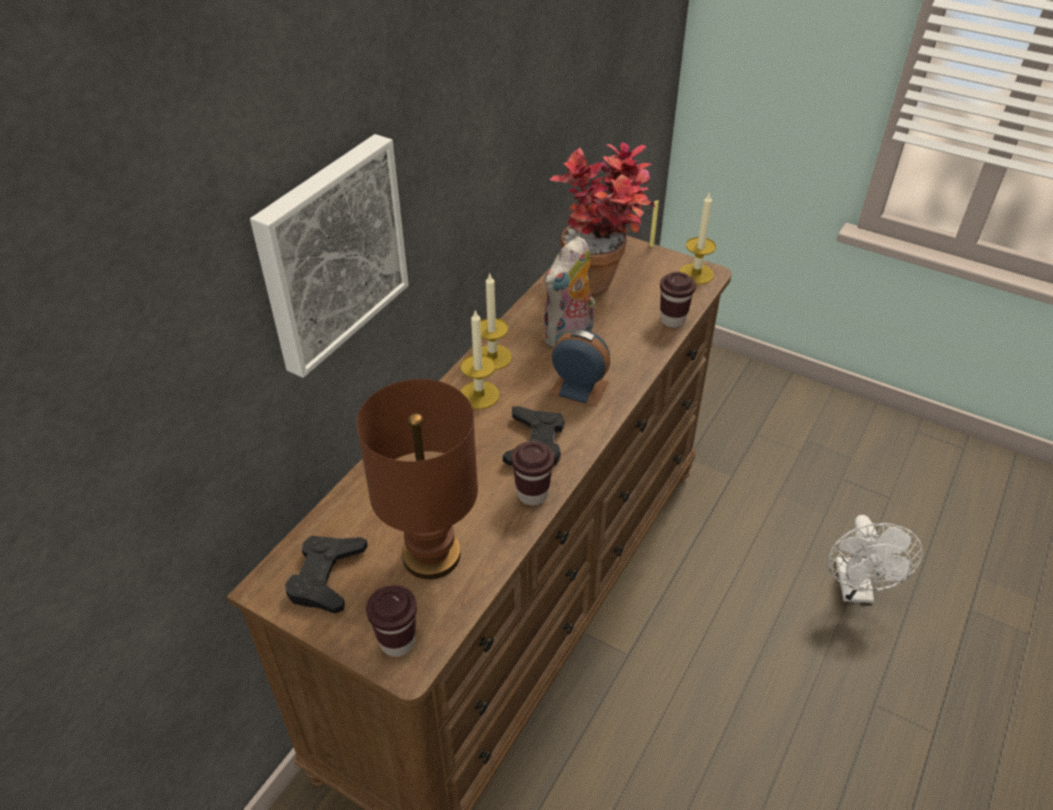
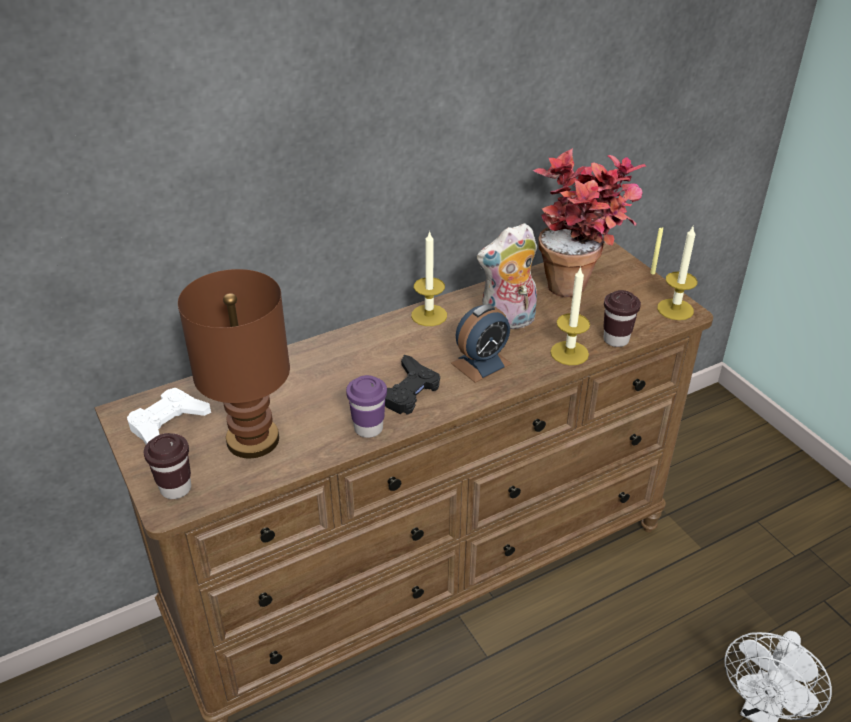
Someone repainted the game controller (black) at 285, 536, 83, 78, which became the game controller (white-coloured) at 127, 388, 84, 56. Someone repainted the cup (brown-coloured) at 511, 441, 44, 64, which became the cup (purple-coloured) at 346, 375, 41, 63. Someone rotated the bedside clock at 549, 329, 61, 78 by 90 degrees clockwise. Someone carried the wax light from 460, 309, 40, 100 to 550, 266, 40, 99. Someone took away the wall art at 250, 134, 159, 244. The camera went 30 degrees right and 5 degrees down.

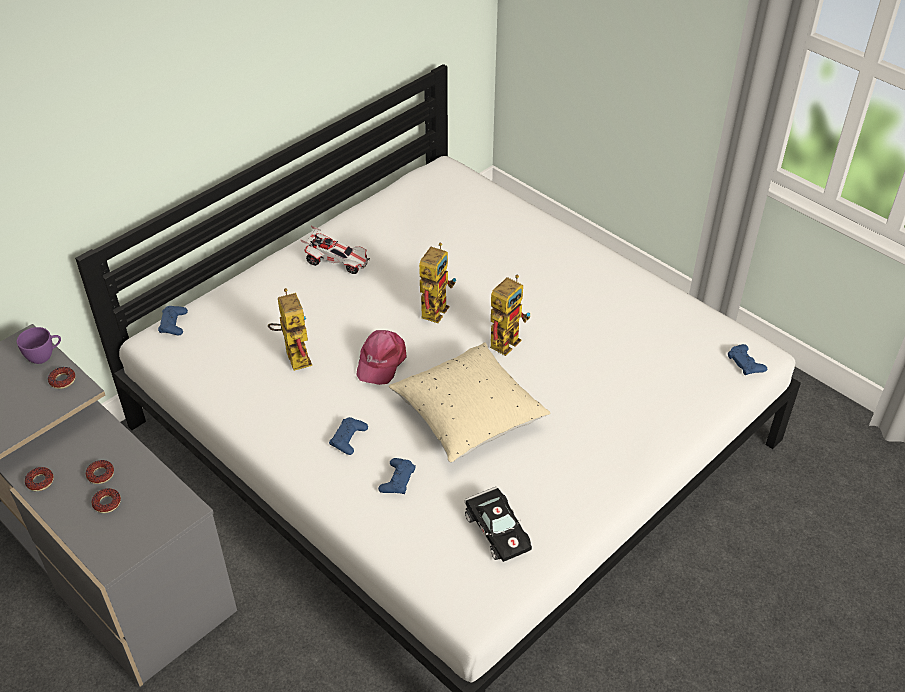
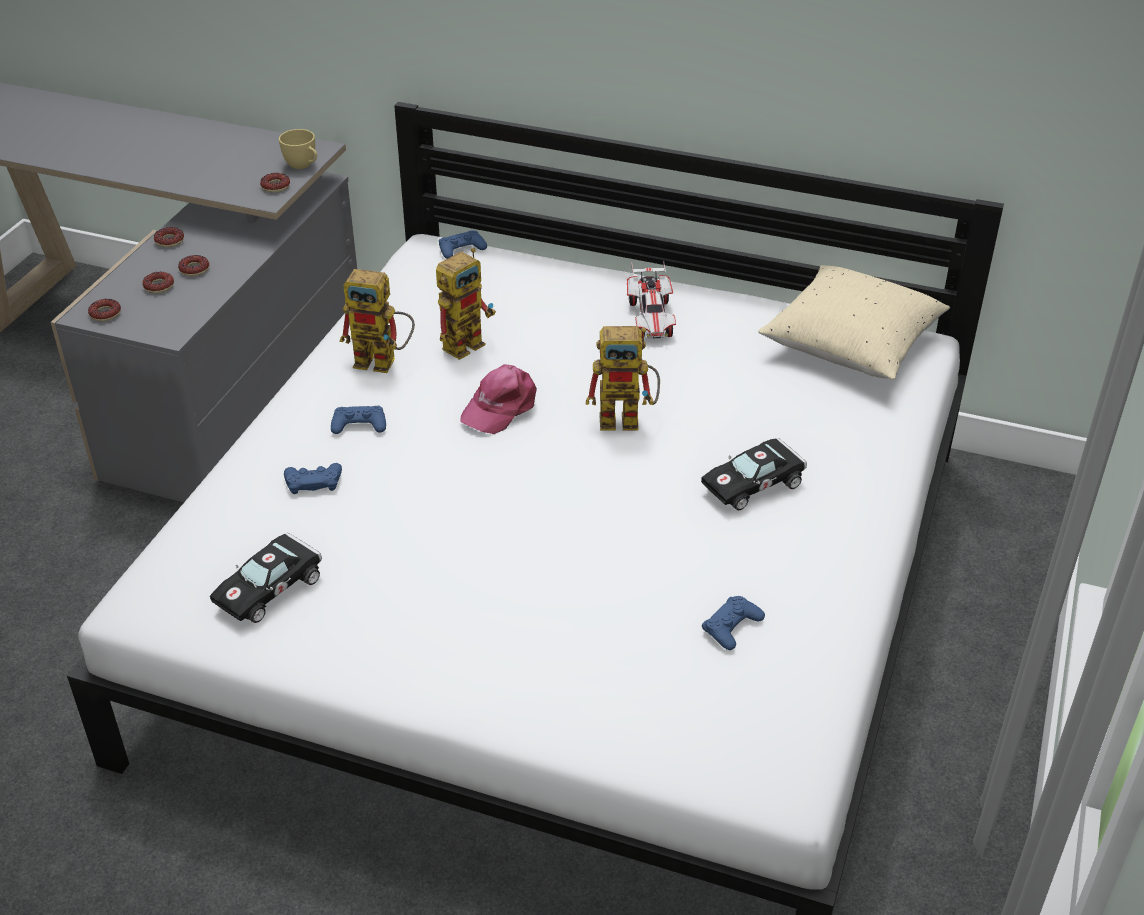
Someone put down the ring doughnut at 88, 299, 33, 22. Someone repainted the cup (purple-coloured) at 17, 327, 44, 37, which became the cup (yellowish) at 279, 129, 38, 40. Someone carried the robot figure from 490, 275, 40, 81 to 340, 269, 75, 104. Someone rotated the baseball cap (pink) at 356, 330, 51, 55 by 45 degrees counterclockwise. Someone put down the model car (black) at 701, 438, 106, 72. Someone carried the game controller (blue) from 728, 344, 39, 31 to 702, 596, 63, 54. Someone carried the pillow (beige) from 389, 343, 161, 120 to 758, 265, 192, 115. The camera went 65 degrees right and 5 degrees down.

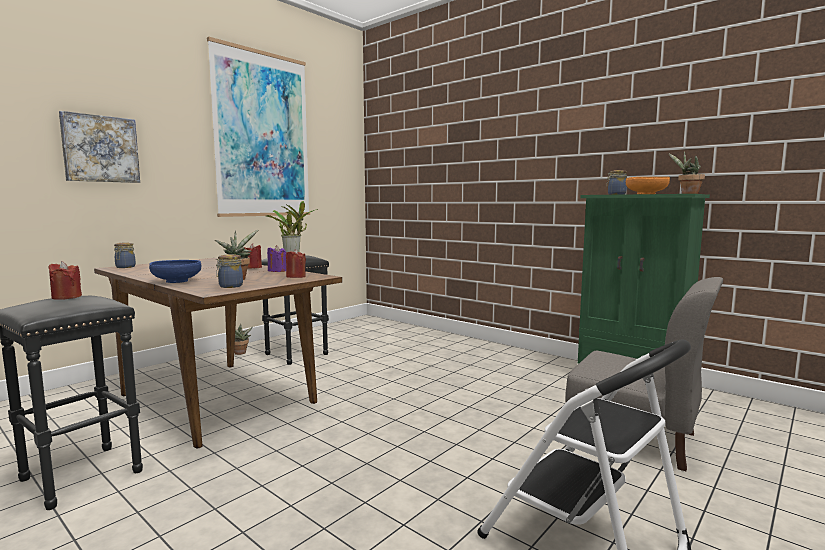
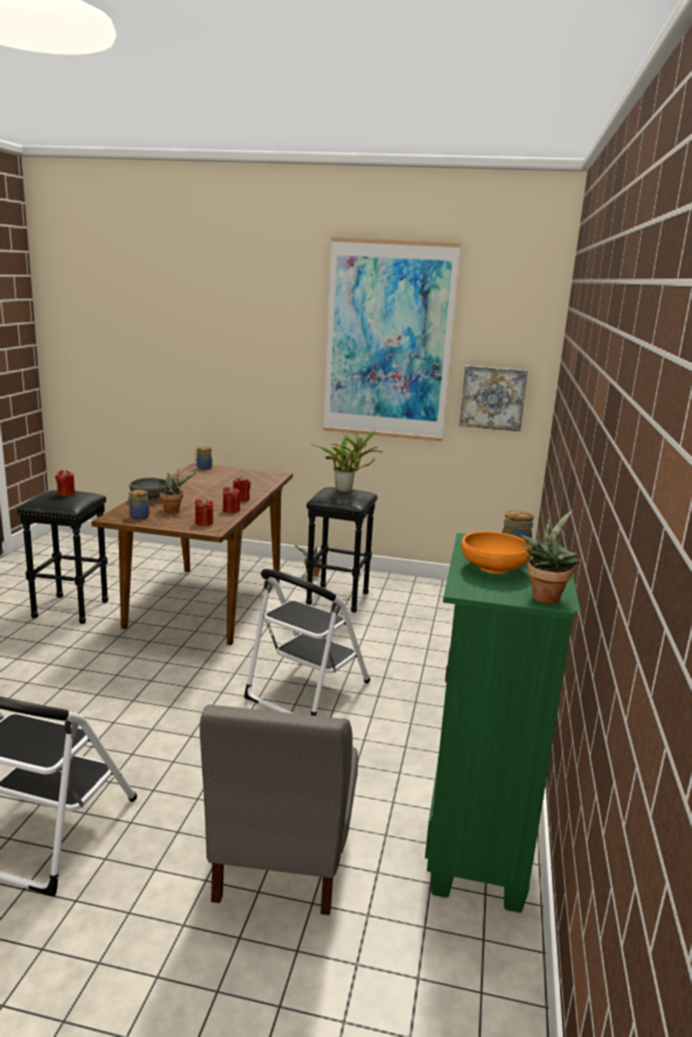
Someone repainted the serving bowl (blue) at 149, 260, 52, 23, which became the serving bowl (gray) at 130, 478, 37, 23. Someone repainted the wax light (purple-coloured) at 267, 245, 19, 27, which became the wax light (red) at 223, 487, 17, 26. Someone put down the step ladder at 244, 569, 126, 147. Someone carried the wall art from 59, 111, 81, 72 to 459, 366, 69, 66. The camera went 60 degrees right and 10 degrees up.

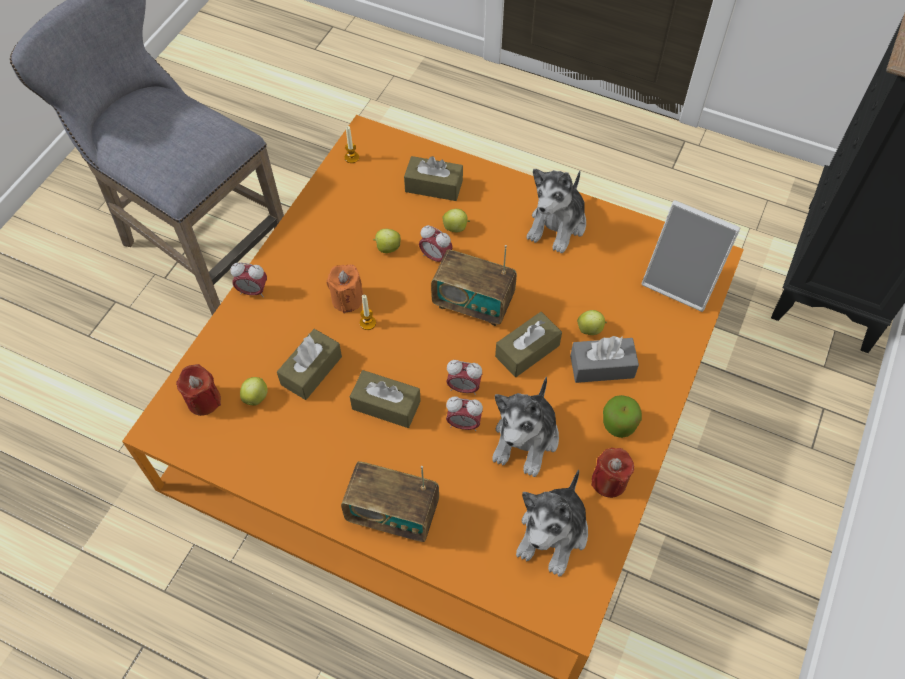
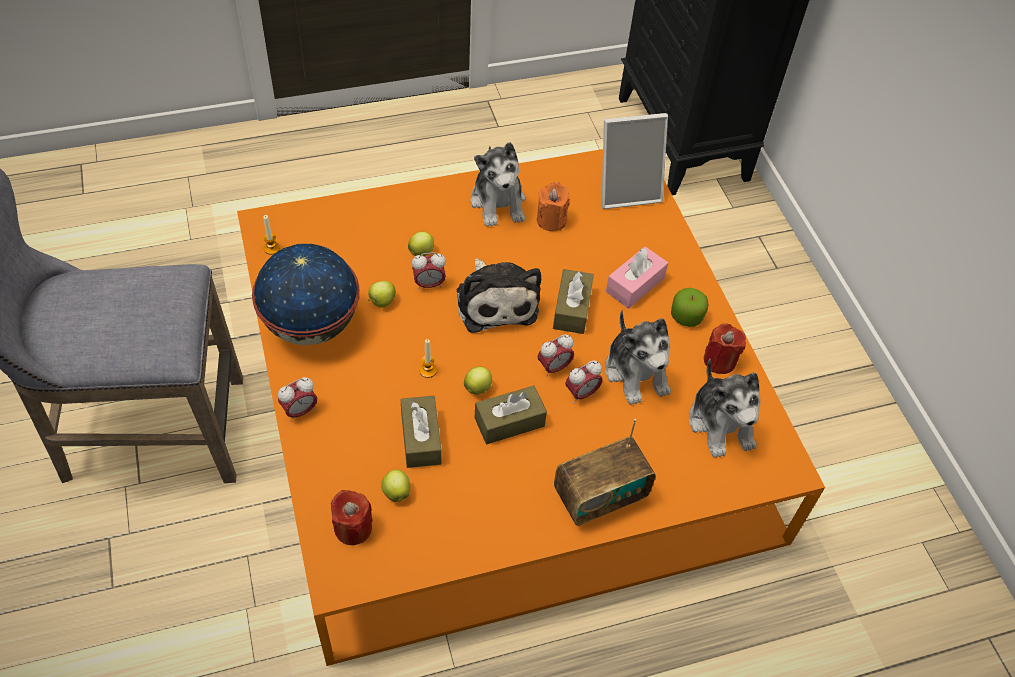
Someone put down the world globe at 252, 244, 108, 101. Someone swapped the radio set at 431, 245, 86, 81 for the plush toy at 456, 259, 85, 74. Someone carried the whole apple from 577, 310, 30, 25 to 464, 367, 28, 28. Someone carried the wax light (orangey) from 327, 264, 36, 49 to 537, 182, 33, 49. Someone repainted the tissue holder (gray) at 570, 336, 69, 47, which became the tissue holder (pink) at 606, 246, 62, 63. Someone took away the tissue holder (brown-coloured) at 404, 156, 59, 45. The camera went 45 degrees left and 5 degrees down.

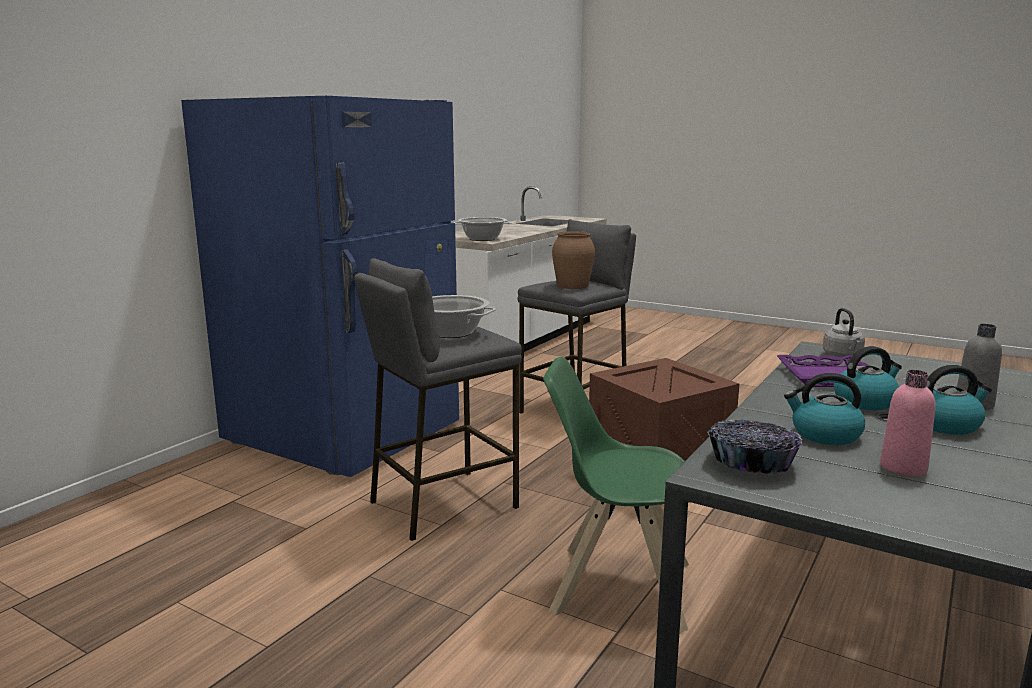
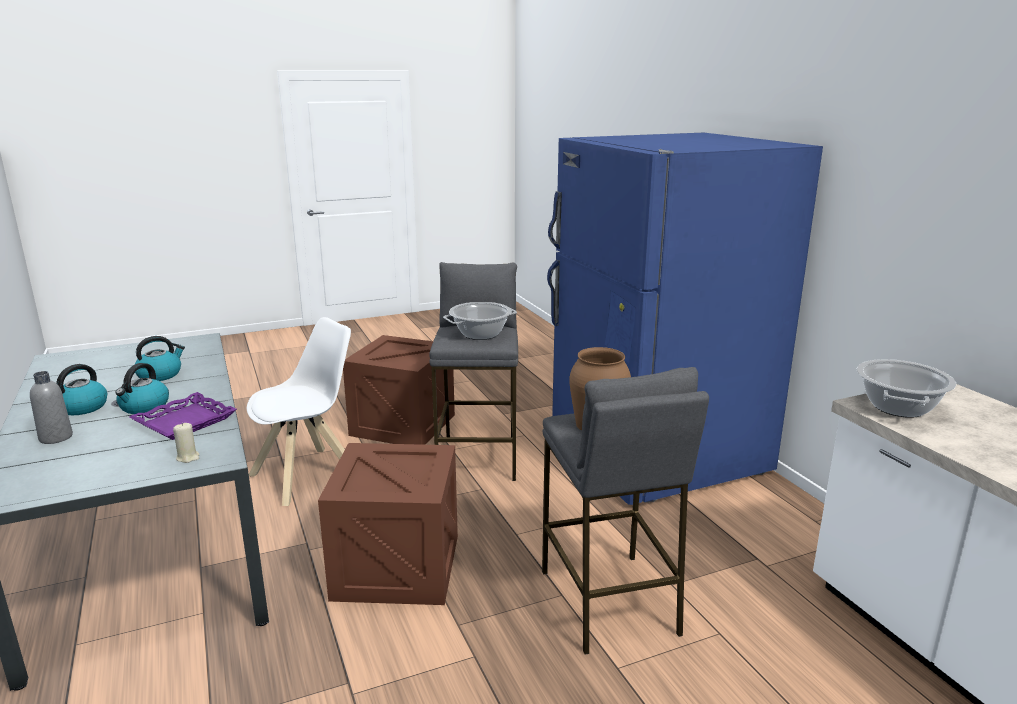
Someone swapped the water kettle (gray) at 823, 308, 42, 49 for the wax light (beige) at 173, 423, 27, 40. Someone repainted the upright chair (green-coloured) at 543, 357, 146, 276, which became the upright chair (white-coloured) at 247, 317, 104, 189. Someone put down the crate at 343, 335, 112, 110. Someone took away the serving bowl at 707, 419, 95, 55. Someone took away the drink bottle (pink) at 880, 370, 55, 107. The camera went 125 degrees right and 5 degrees up.

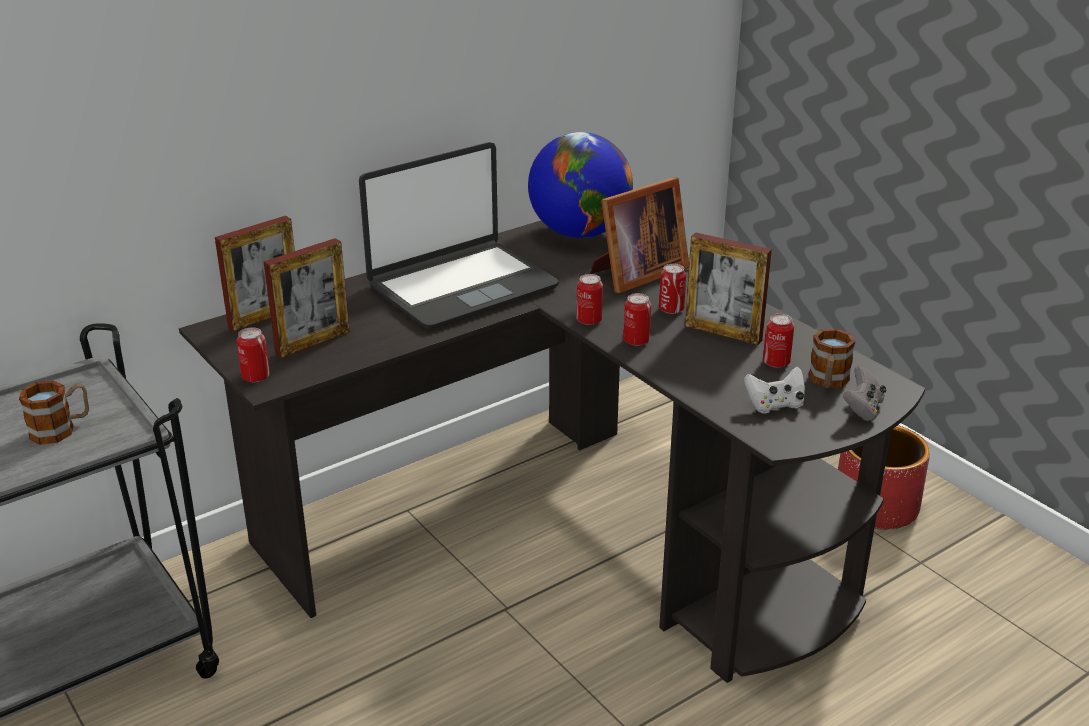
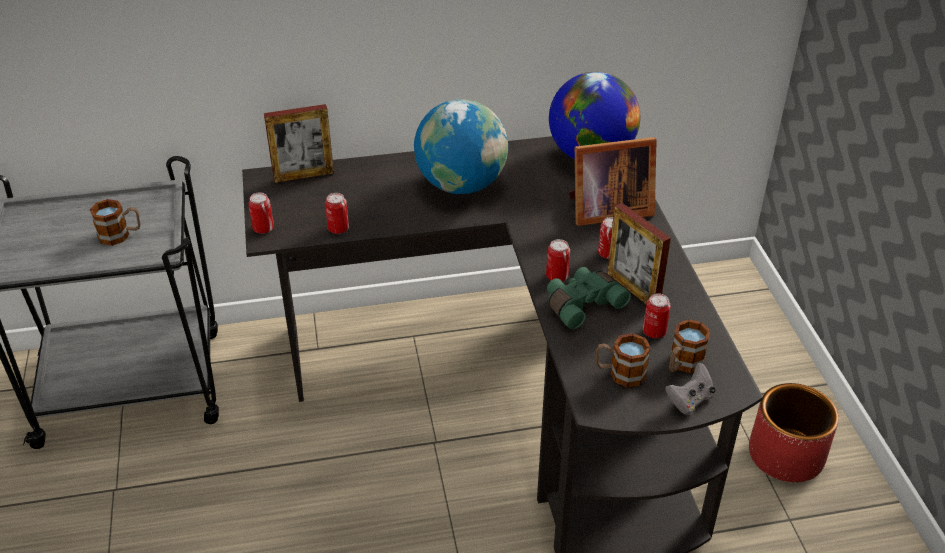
Someone carried the metal can from 576, 274, 27, 51 to 325, 193, 24, 41. Someone swapped the portable computer at 359, 142, 200, 187 for the world globe at 414, 99, 94, 95. Someone put down the field glasses (green-coloured) at 547, 267, 84, 62. Someone swapped the game controller (white-coloured) at 744, 366, 61, 48 for the mug at 596, 333, 55, 55. Someone took away the picture frame at 263, 238, 87, 120. The camera went 25 degrees right and 10 degrees up.

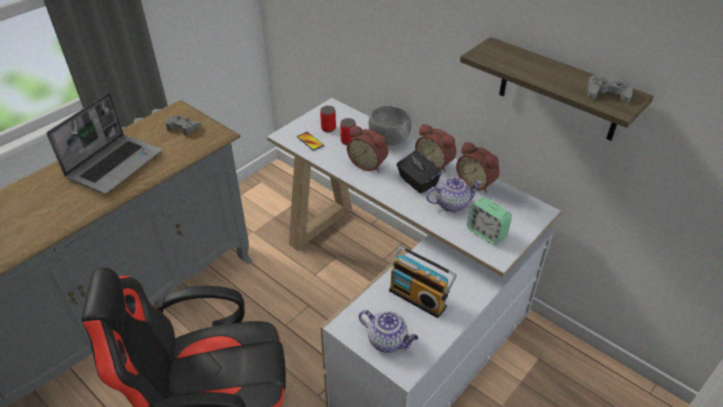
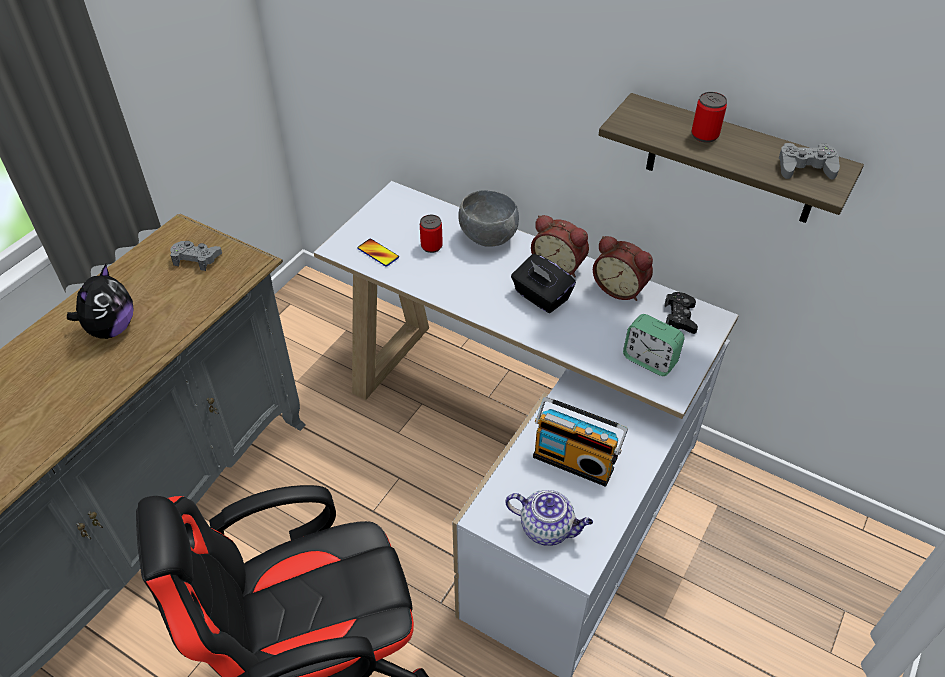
Someone swapped the portable computer at 47, 93, 115, 101 for the plush toy at 67, 264, 67, 75. Someone put down the game controller (black) at 665, 292, 33, 42. Someone carried the metal can from 320, 106, 16, 26 to 692, 92, 35, 51. Someone took away the bedside clock at 347, 126, 41, 46. Someone took away the tea pot at 426, 177, 56, 35. The camera went 10 degrees left and 5 degrees up.

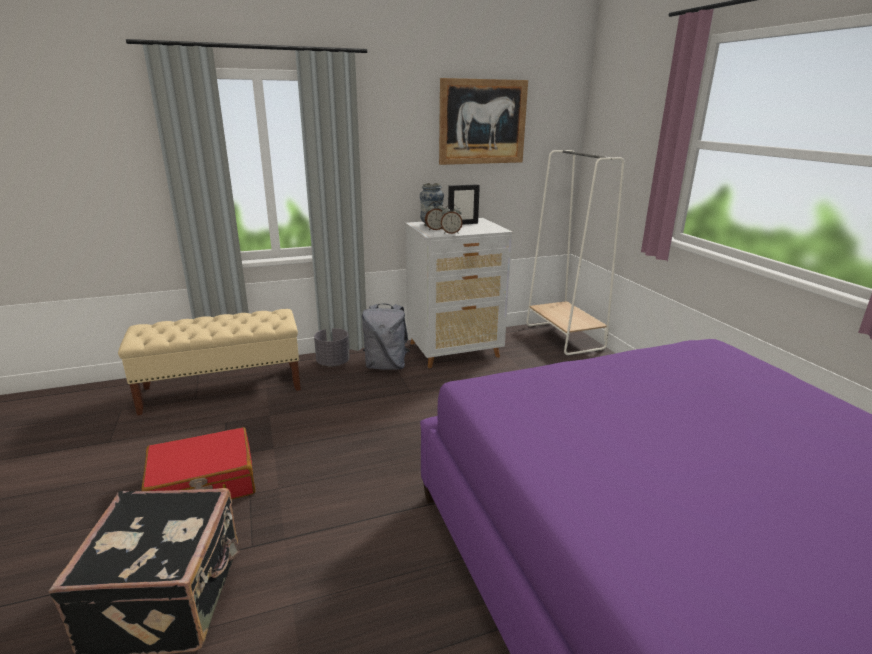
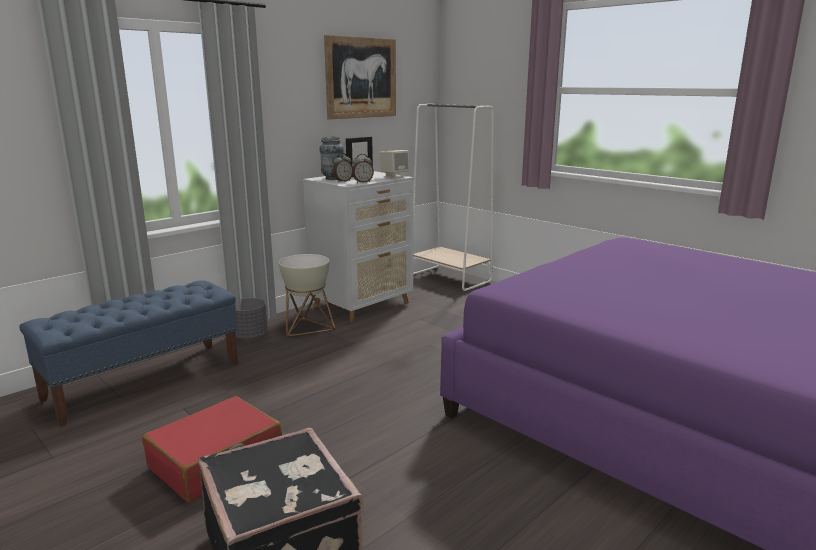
Someone repainted the long seat (beige) at 118, 309, 183, 107, which became the long seat (blue) at 19, 280, 219, 147. Someone swapped the knapsack (gray) at 362, 303, 48, 67 for the flower pot at 279, 254, 56, 83. Someone put down the audio speaker (beige) at 380, 150, 29, 29. The camera went 25 degrees left and 5 degrees down.

